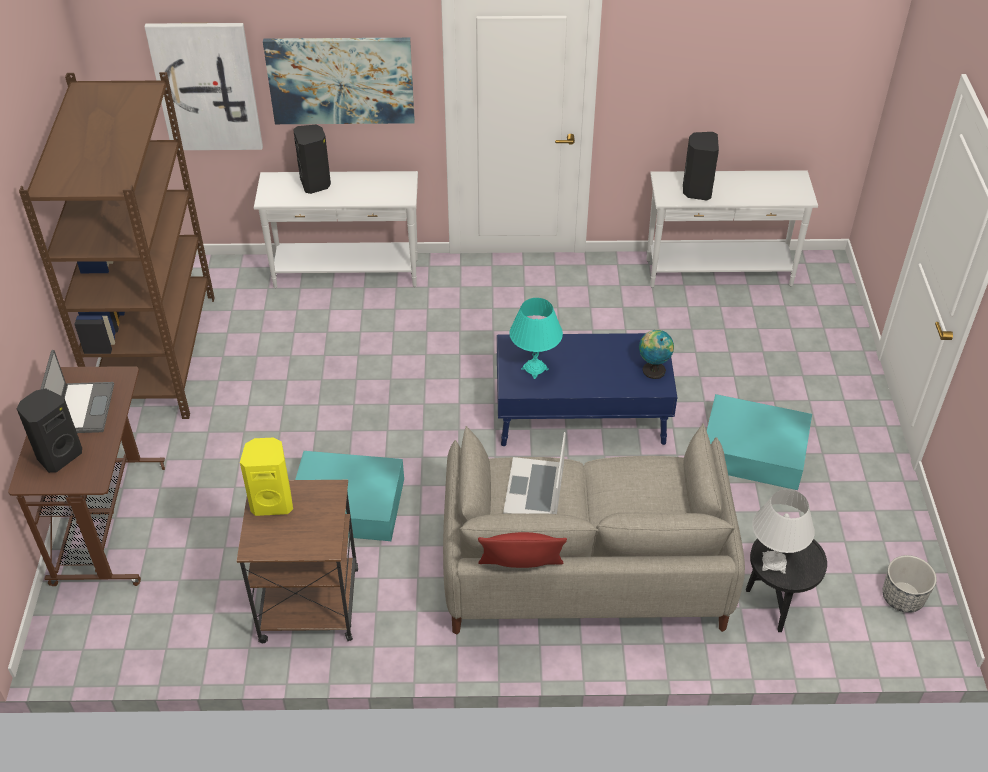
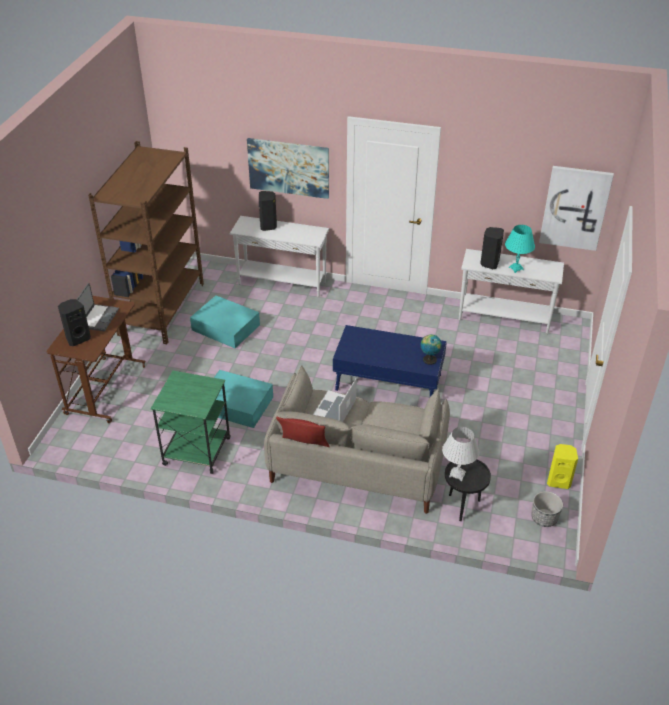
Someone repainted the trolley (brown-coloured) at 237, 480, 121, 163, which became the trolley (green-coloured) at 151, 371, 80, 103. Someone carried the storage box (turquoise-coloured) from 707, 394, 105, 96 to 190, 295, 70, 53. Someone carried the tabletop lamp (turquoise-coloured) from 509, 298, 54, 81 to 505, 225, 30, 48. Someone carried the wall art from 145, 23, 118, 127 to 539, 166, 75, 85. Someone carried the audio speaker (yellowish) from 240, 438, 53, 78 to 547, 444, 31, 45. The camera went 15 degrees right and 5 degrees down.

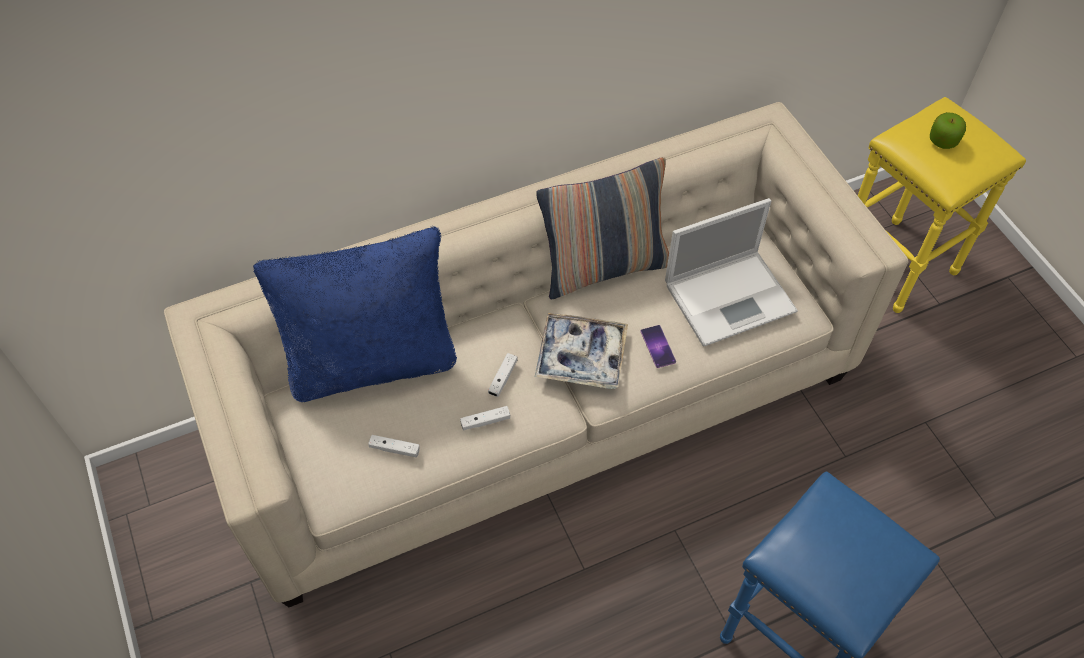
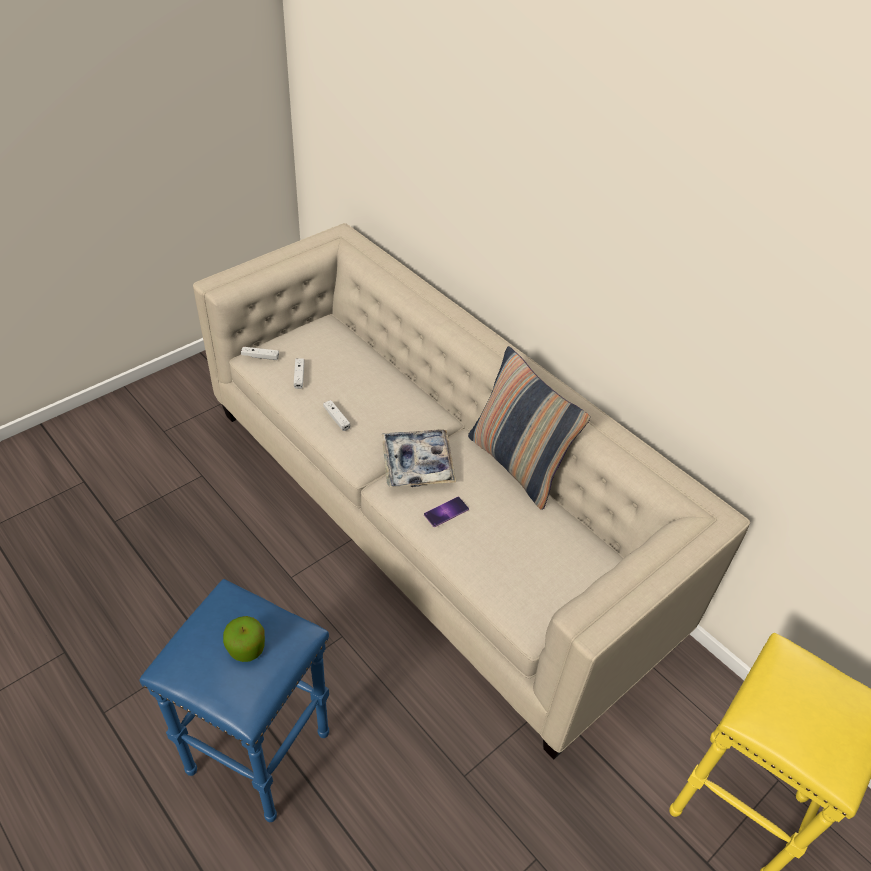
Someone carried the whole apple from 930, 112, 36, 37 to 223, 616, 42, 46. Someone carried the game controller (white-coloured) from 488, 353, 30, 44 to 241, 347, 38, 13. Someone took away the pillow (blue) at 253, 226, 204, 176. Someone took away the portable computer at 665, 198, 133, 149. The camera went 70 degrees right and 10 degrees down.

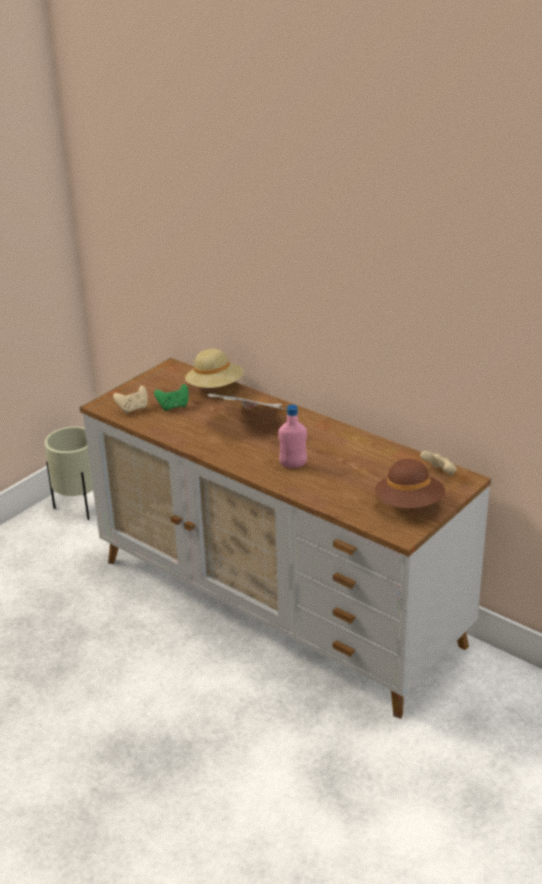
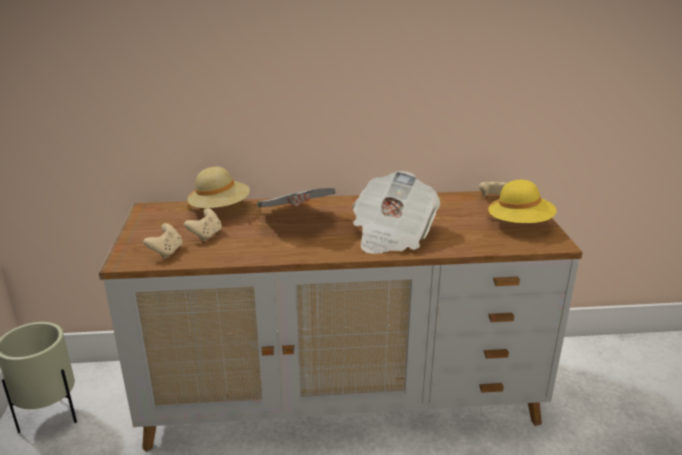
Someone repainted the game controller (green-coloured) at 154, 384, 35, 27, which became the game controller (beige) at 184, 208, 38, 33. Someone swapped the drink bottle (pink) at 278, 405, 29, 63 for the printed paper at 352, 171, 88, 83. Someone repainted the wearable hat (brown-coloured) at 375, 459, 70, 49, which became the wearable hat (yellowish) at 487, 180, 69, 43. The camera went 45 degrees left and 5 degrees down.

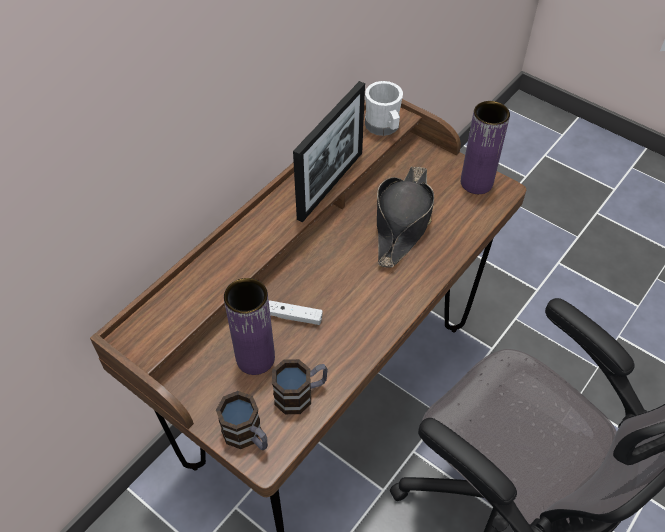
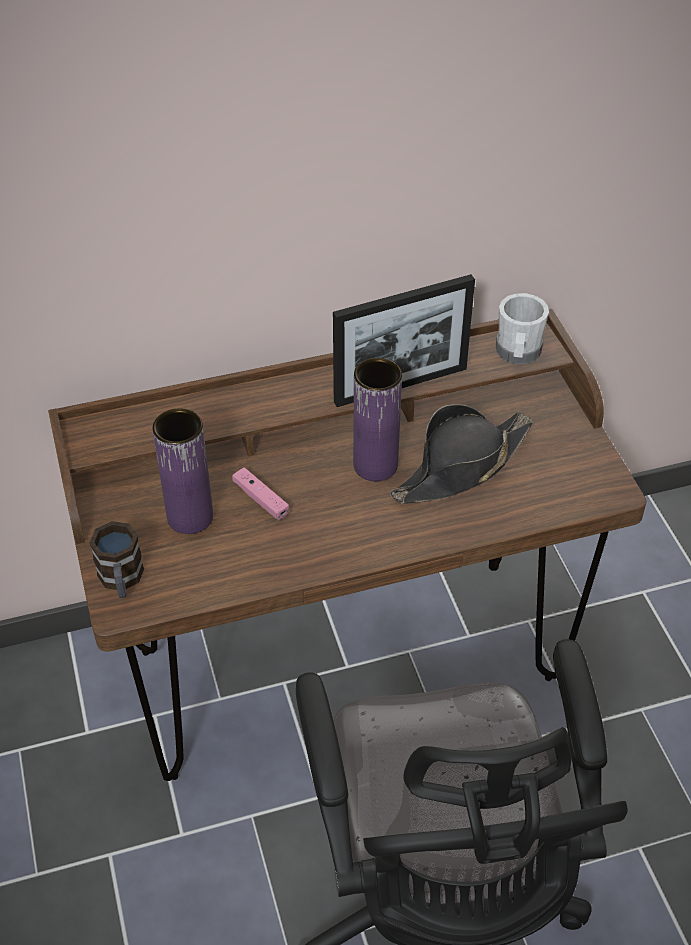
Someone repainted the game controller (white-coloured) at 269, 300, 54, 25, which became the game controller (pink) at 232, 467, 57, 53. Someone carried the flower vase (purple-coloured) from 461, 101, 49, 93 to 353, 358, 49, 123. Someone took away the mug at 272, 359, 56, 55. The camera went 35 degrees right and 5 degrees down.

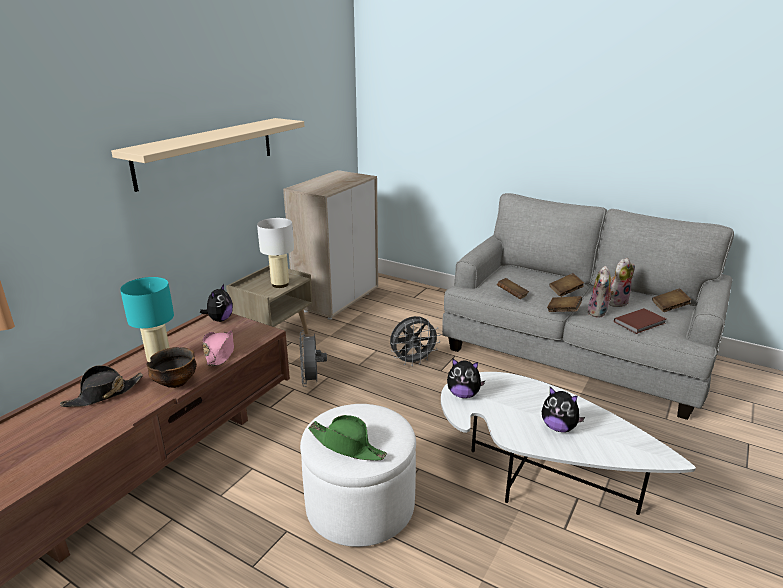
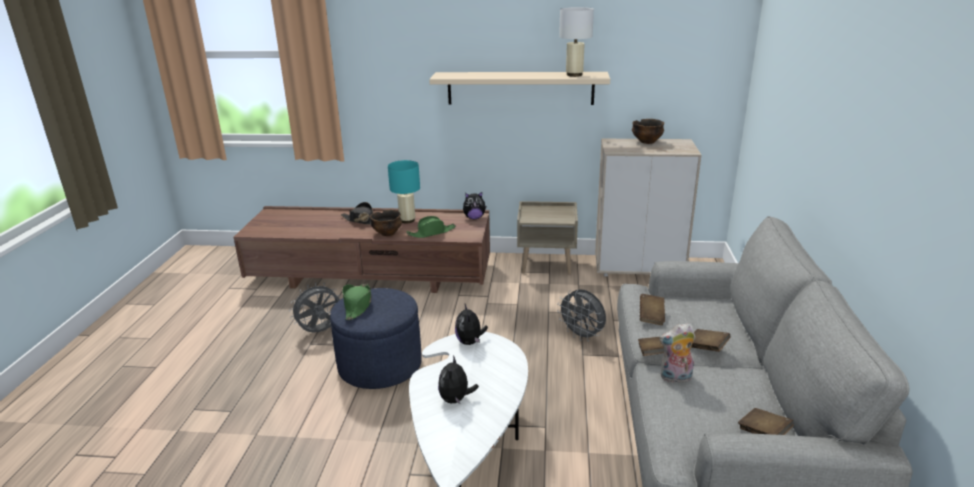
Someone carried the fan (gray) from 300, 330, 27, 57 to 289, 282, 51, 51. Someone repainted the ottoman (white-coloured) at 300, 404, 116, 143, which became the ottoman (blue) at 330, 288, 92, 101. Someone repainted the wearable hat (pink) at 203, 331, 31, 35, which became the wearable hat (green-coloured) at 406, 216, 50, 22. Someone carried the tabletop lamp (white-coloured) from 257, 218, 37, 70 to 560, 7, 34, 70. Someone put down the serving bowl at 632, 119, 32, 25. Someone took away the plush toy at 609, 258, 26, 49. Someone took away the volume (brown-coloured) at 614, 308, 52, 26. The camera went 65 degrees right and 0 degrees up.

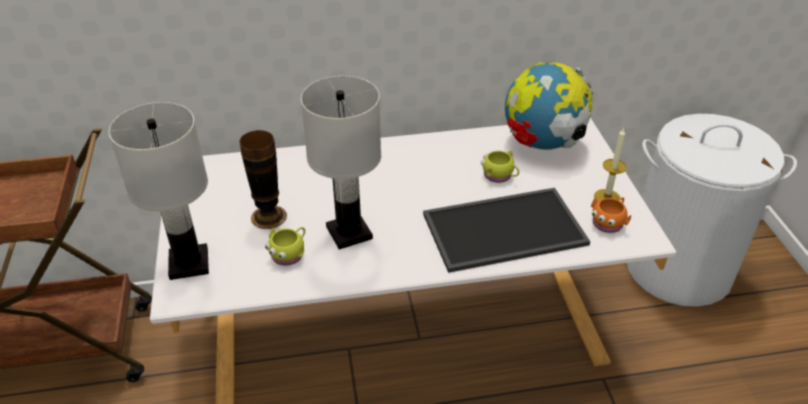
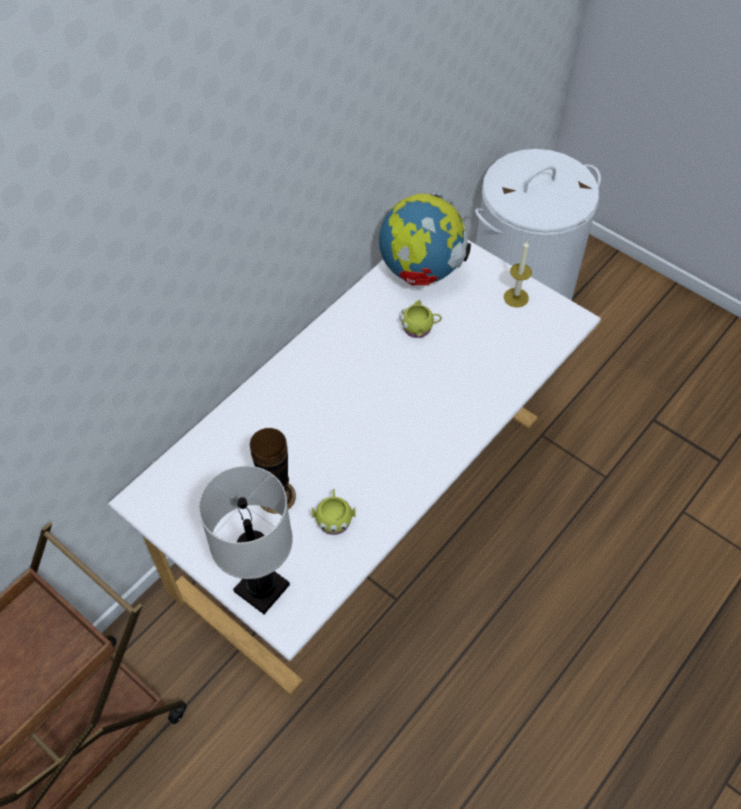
Someone took away the tabletop lamp (white-coloured) at 301, 76, 80, 173. Someone took away the carrying tray at 423, 188, 167, 85. Someone took away the mug (orangey) at 591, 197, 40, 36. The camera went 40 degrees left and 15 degrees up.

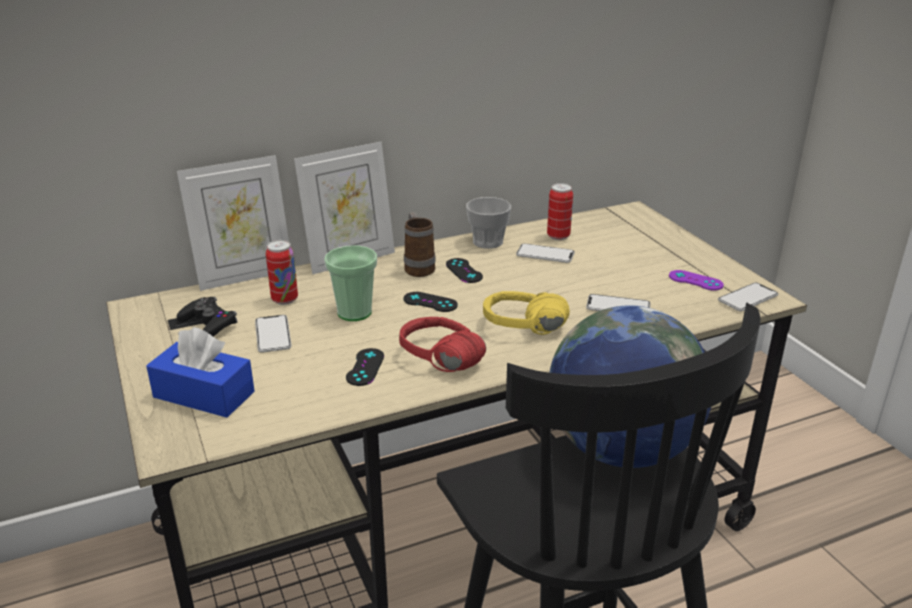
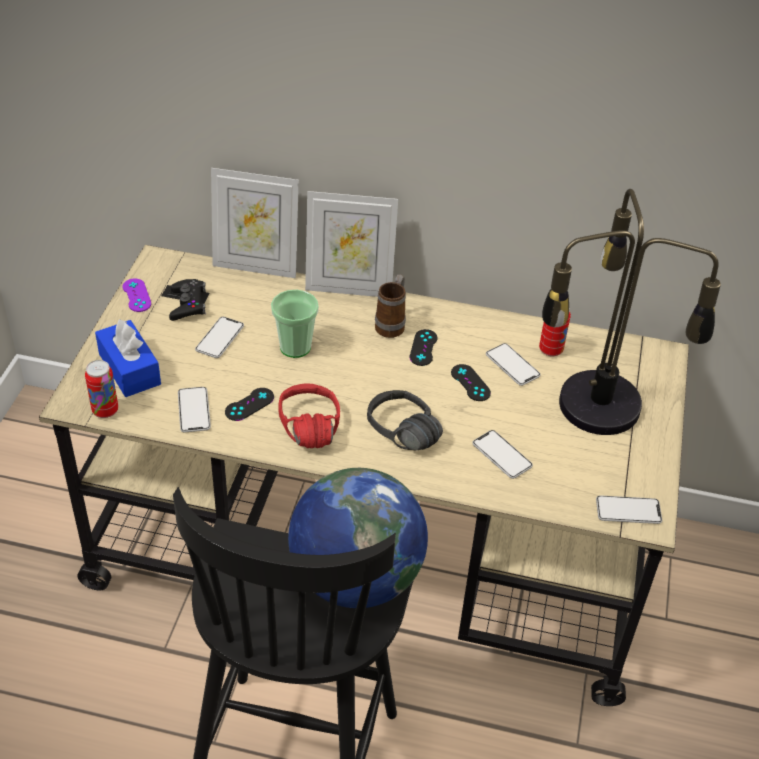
Someone carried the metal can from 266, 240, 32, 65 to 85, 360, 33, 58. Someone carried the game controller (purple-coloured) from 669, 270, 55, 21 to 123, 279, 28, 33. Someone put down the handset at 178, 387, 33, 46. Someone repainted the headset (yellowish) at 483, 291, 87, 44, which became the headset (black) at 367, 390, 76, 61. Someone carried the game controller (black) from 403, 292, 55, 20 to 451, 364, 40, 37. Someone put down the tabletop lamp at 542, 189, 179, 246. Someone took away the cup at 466, 197, 45, 52. The camera went 35 degrees right and 15 degrees up.

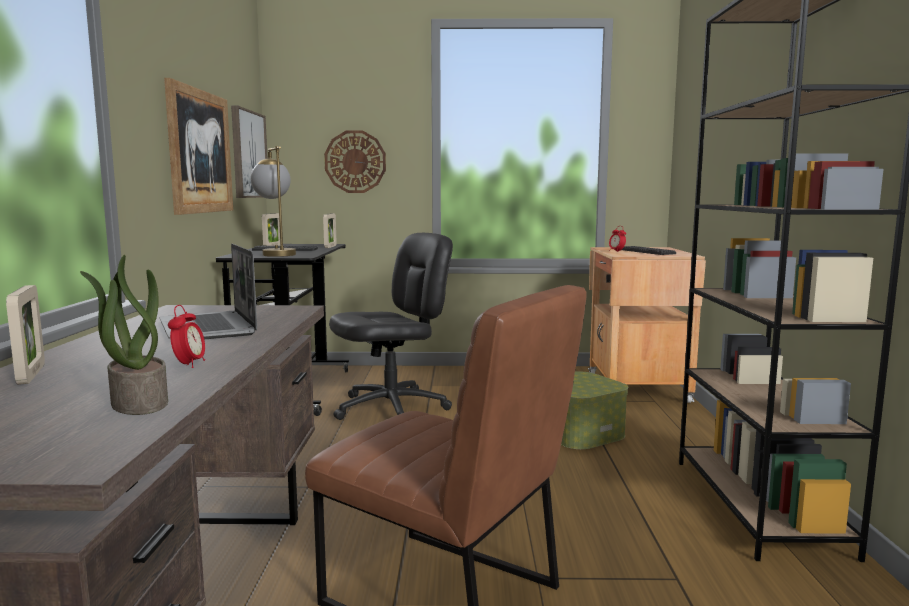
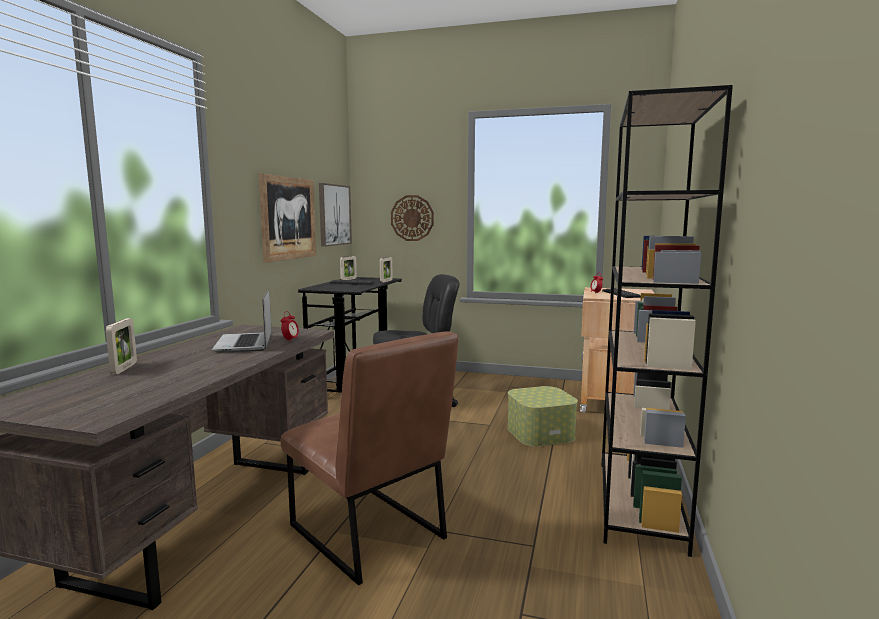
Someone carried the bedside clock from 168, 305, 37, 63 to 281, 312, 18, 30. Someone took away the houseplant at 80, 255, 88, 160. Someone took away the tabletop lamp at 251, 146, 45, 111. The camera went 15 degrees right and 0 degrees up.

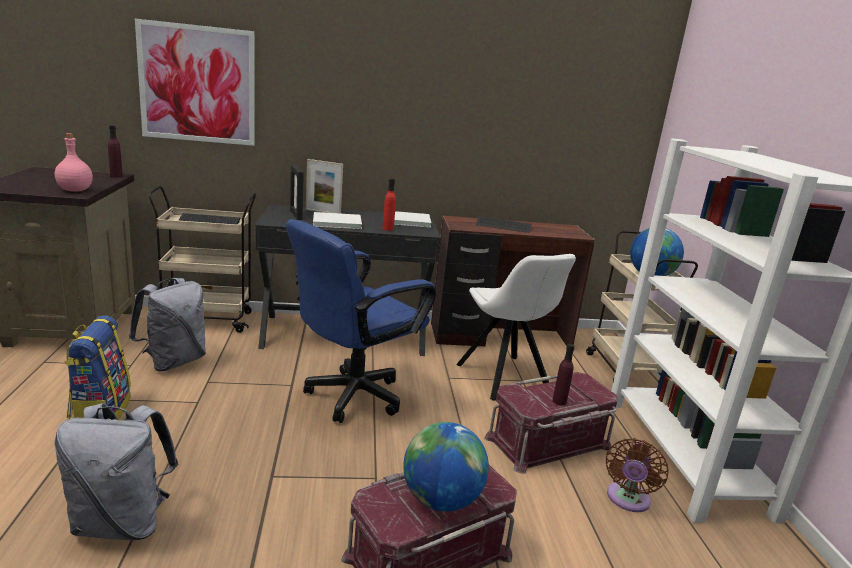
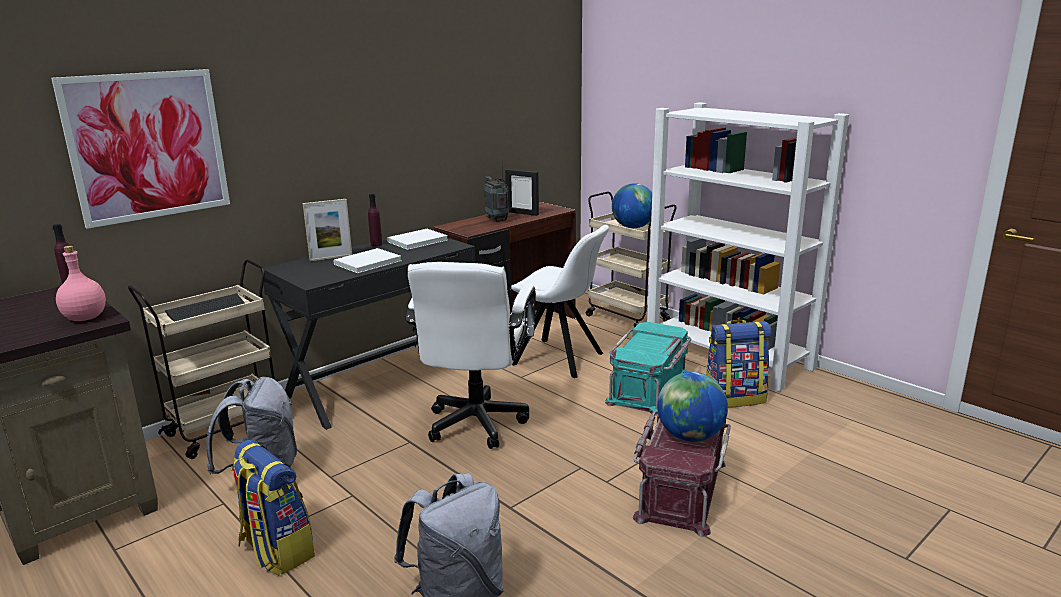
Someone carried the drink bottle (purple-coloured) from 553, 344, 22, 61 to 368, 194, 14, 53. Someone repainted the office chair (blue) at 286, 219, 150, 204, which became the office chair (white-coloured) at 406, 262, 130, 187. Someone swapped the computer keyboard at 476, 216, 56, 17 for the radio set at 484, 163, 25, 59. Someone carried the picture frame from 290, 165, 14, 55 to 505, 169, 34, 47. Someone repainted the storage box (red) at 484, 372, 133, 102, which became the storage box (turquoise-coloured) at 605, 322, 87, 94. Someone swapped the fan (brown-coloured) at 606, 438, 63, 74 for the knapsack at 706, 319, 66, 89. Someone took away the drink bottle (red) at 382, 178, 14, 53. The camera went 35 degrees left and 0 degrees up.

